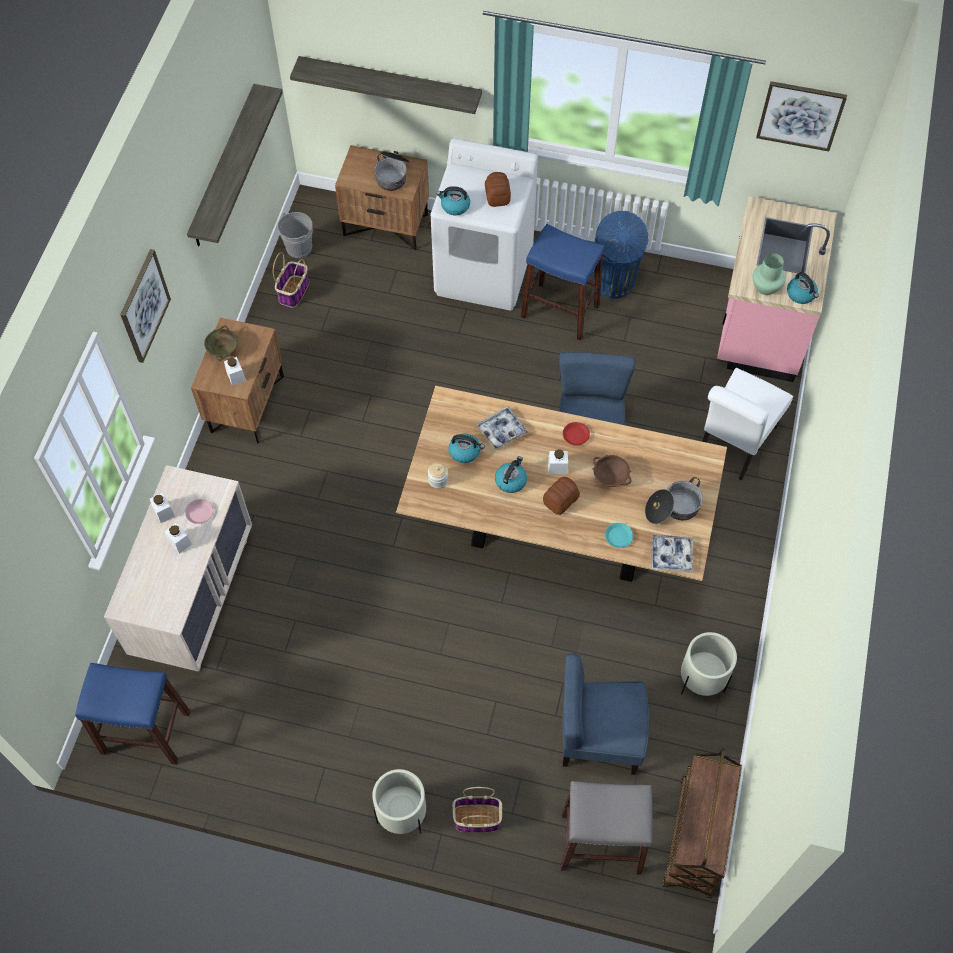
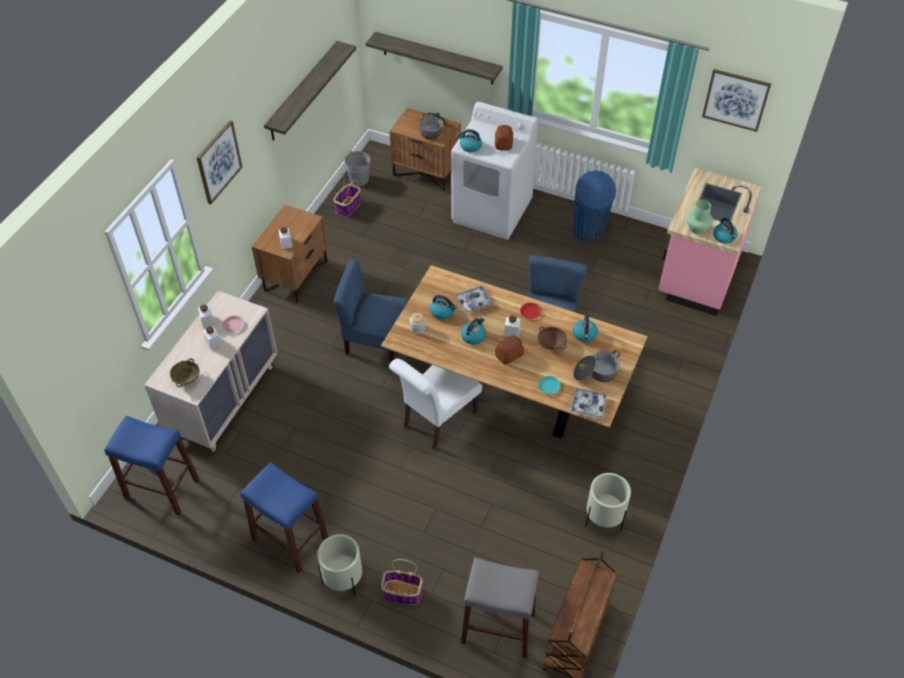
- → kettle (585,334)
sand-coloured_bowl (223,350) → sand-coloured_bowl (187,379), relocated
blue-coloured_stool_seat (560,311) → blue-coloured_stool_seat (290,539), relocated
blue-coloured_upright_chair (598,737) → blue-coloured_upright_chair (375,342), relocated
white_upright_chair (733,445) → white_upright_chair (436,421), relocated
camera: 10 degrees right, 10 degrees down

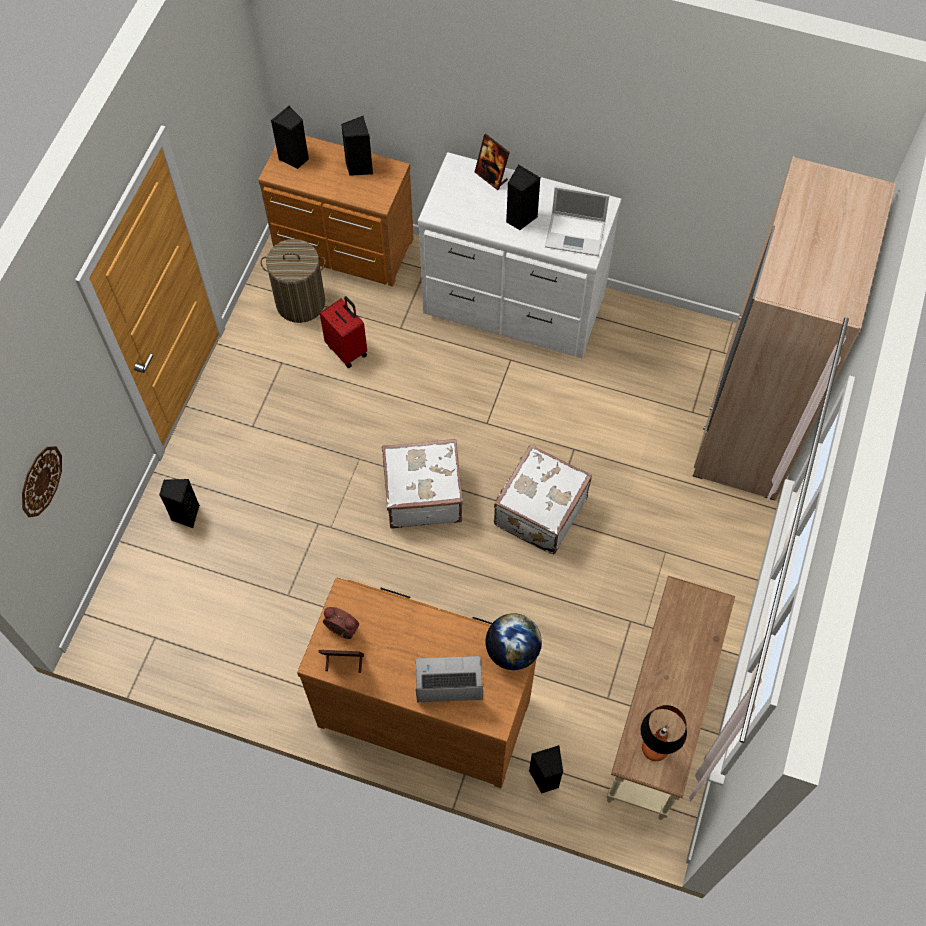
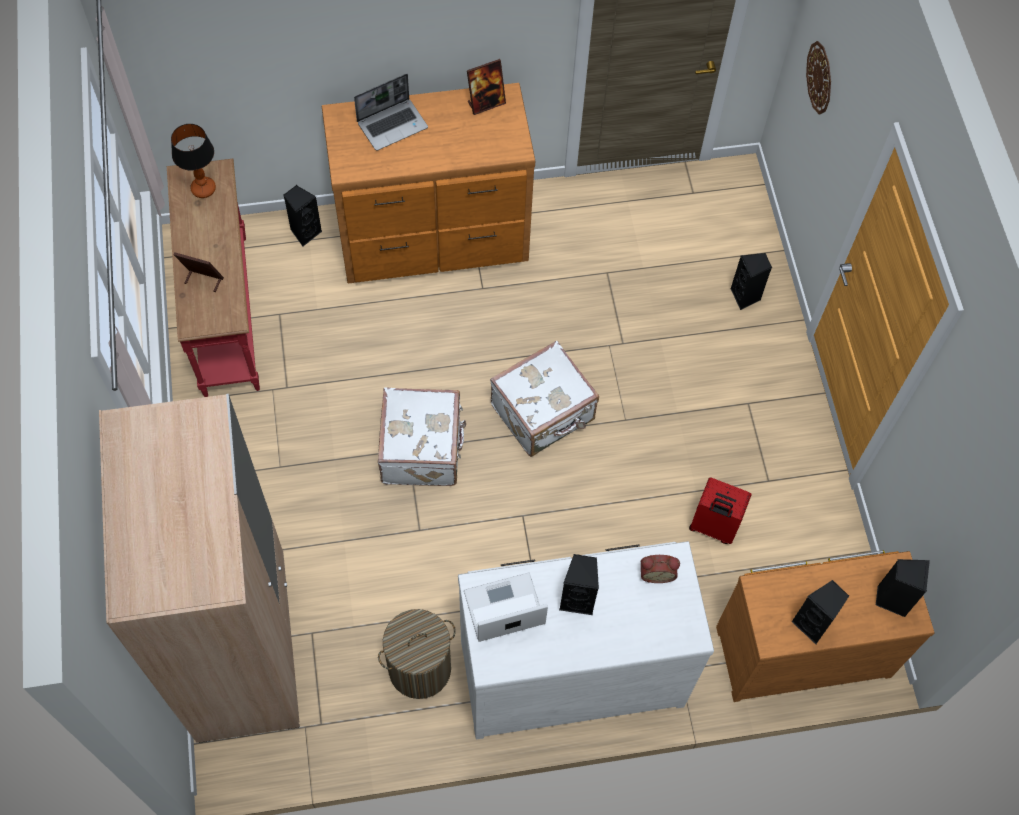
globe (512,650) → -
washing_basket (300,302) → washing_basket (419,668), relocated
bedside_clock (341,630) → bedside_clock (656,572), relocated
photo_frame (491,177) → photo_frame (203,280), relocated
sand-coloured_narrow_table (656,721) → red_narrow_table (227,314)
camera: 150 degrees right, 0 degrees up

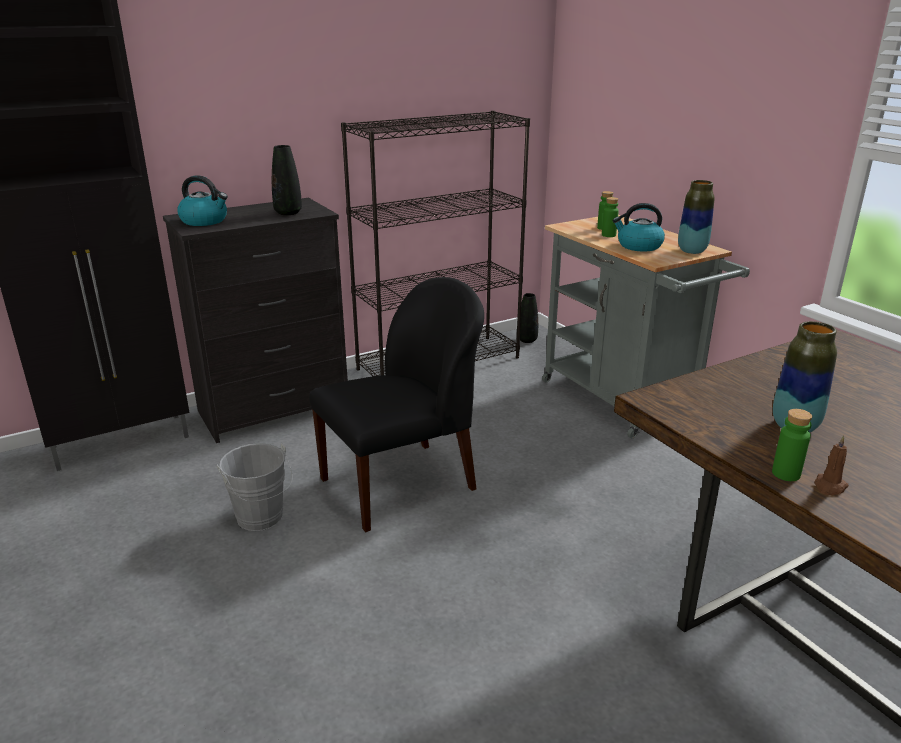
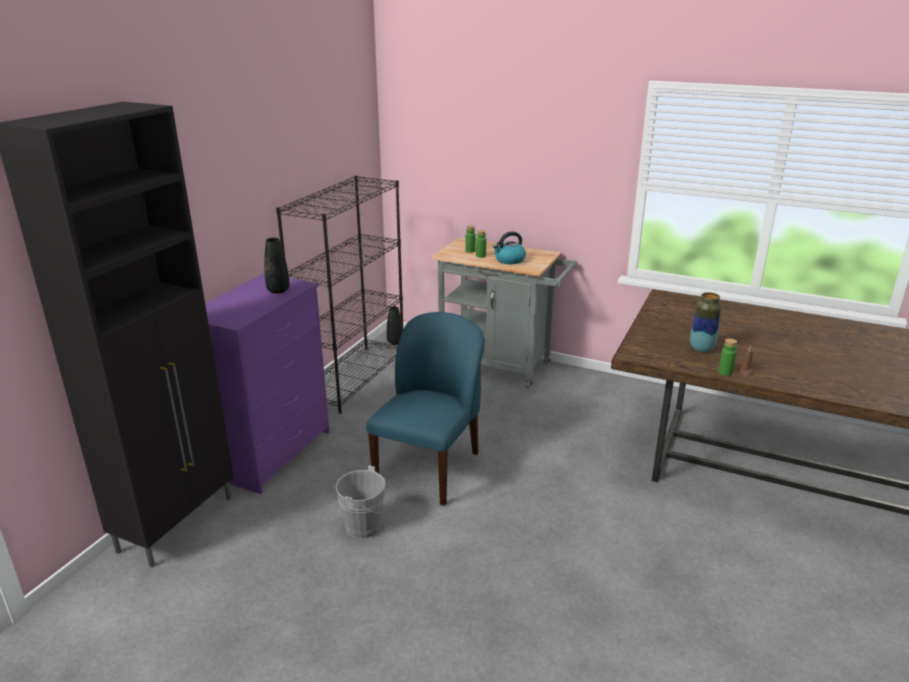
kettle (205,221) → -
decorative_vase (692,251) → -
black_chest_of_drawers (275,409) → purple-coloured_chest_of_drawers (274,453)
black_upright_chair (401,484) → blue-coloured_upright_chair (429,468)
camera: 35 degrees left, 0 degrees up

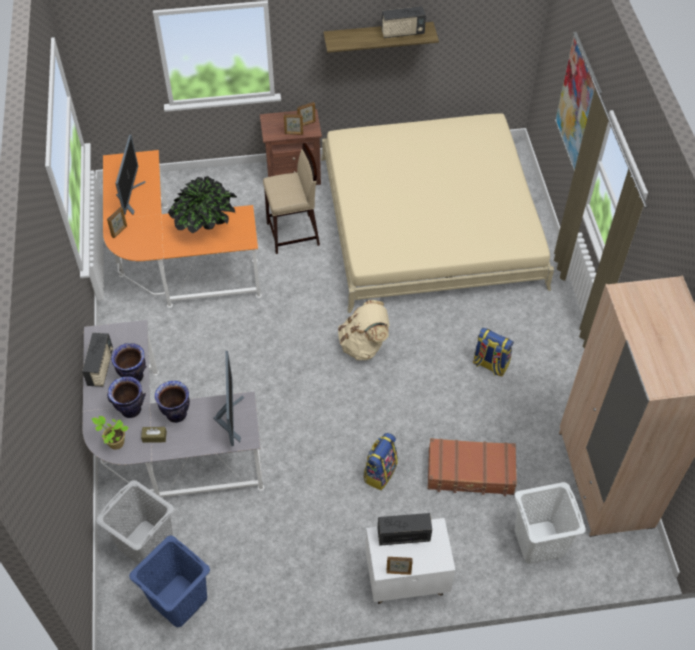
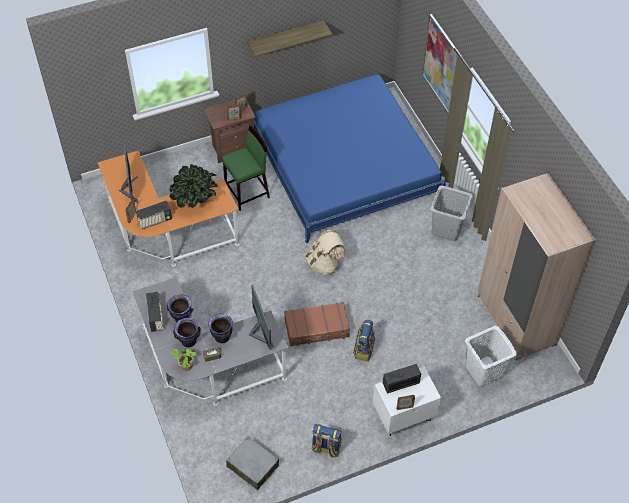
grey_washing_basket (146,543) → grey_washing_basket (446,229), relocated
radio (402,33) → radio (155,221), relocated
brown-coloured_piece_of_luggage (470,472) → brown-coloured_piece_of_luggage (317,328), relocated
rucksack (490,364) → rucksack (326,448), relocated
blue-coloured_washing_basket (178,600) → grey_piece_of_luggage (252,466)
sand-coloured_stool_seat (293,234) → green_stool_seat (247,193)
sand-coloured_bed (430,221) → blue-coloured_bed (344,164)
camera: 15 degrees left, 0 degrees up

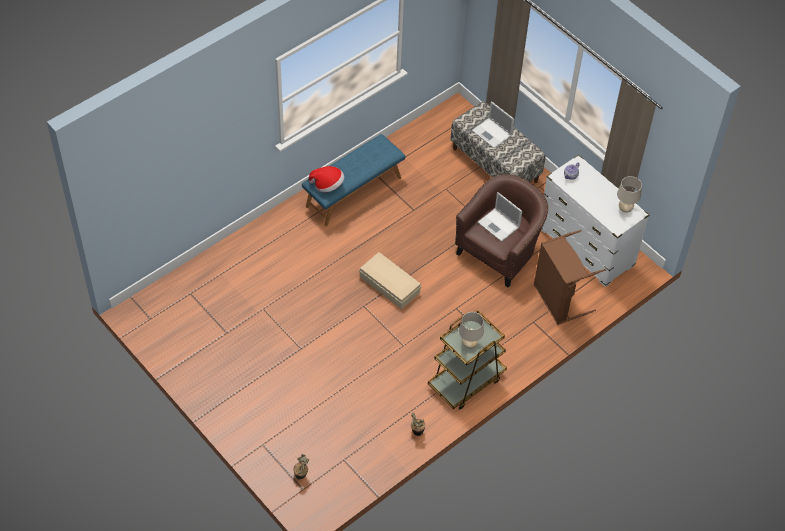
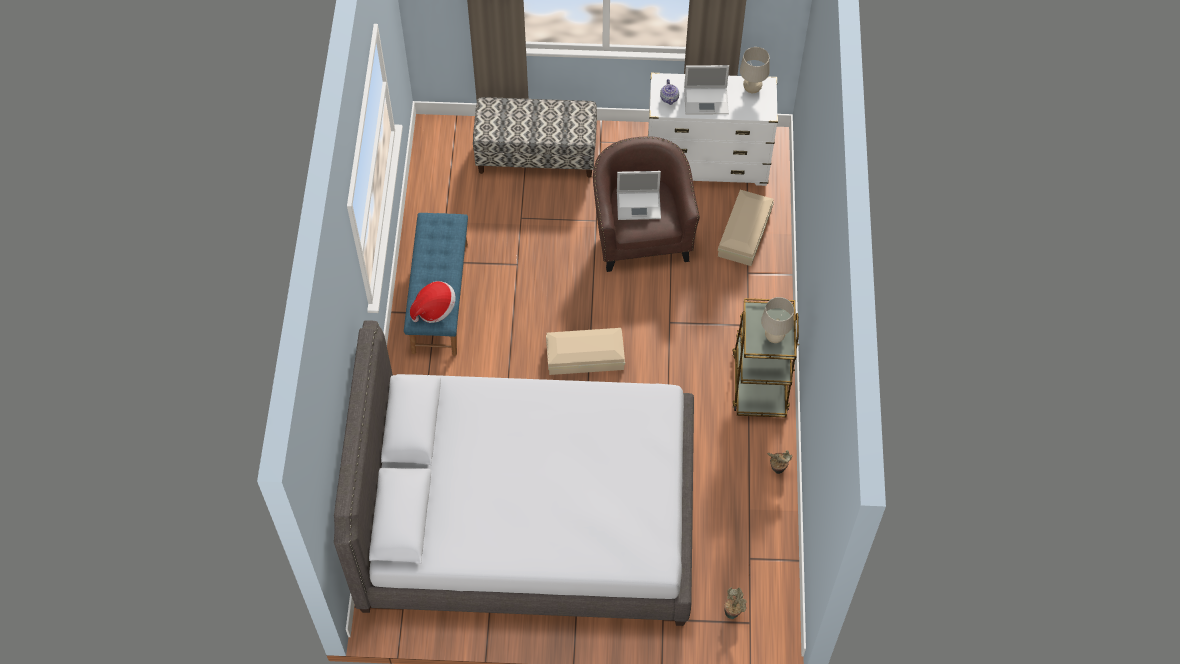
- → grey_bed (528,517)
portable_computer (492,133) → portable_computer (707,100), relocated
brown-coloured_washing_basket (558,300) → sand-coloured_storage_box (743,234)
camera: 45 degrees left, 5 degrees up

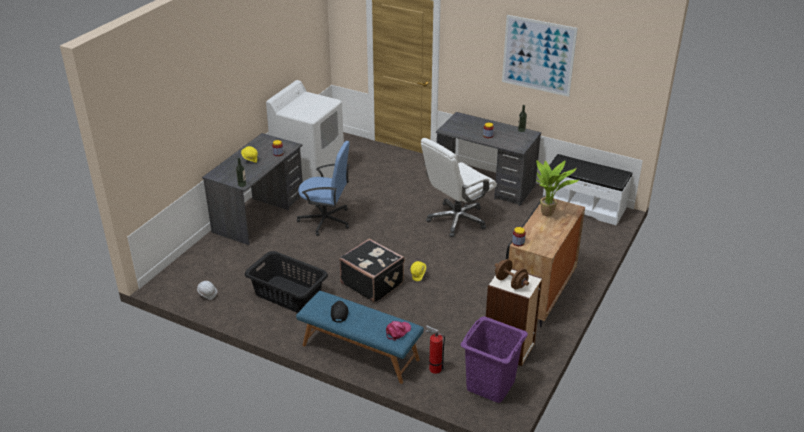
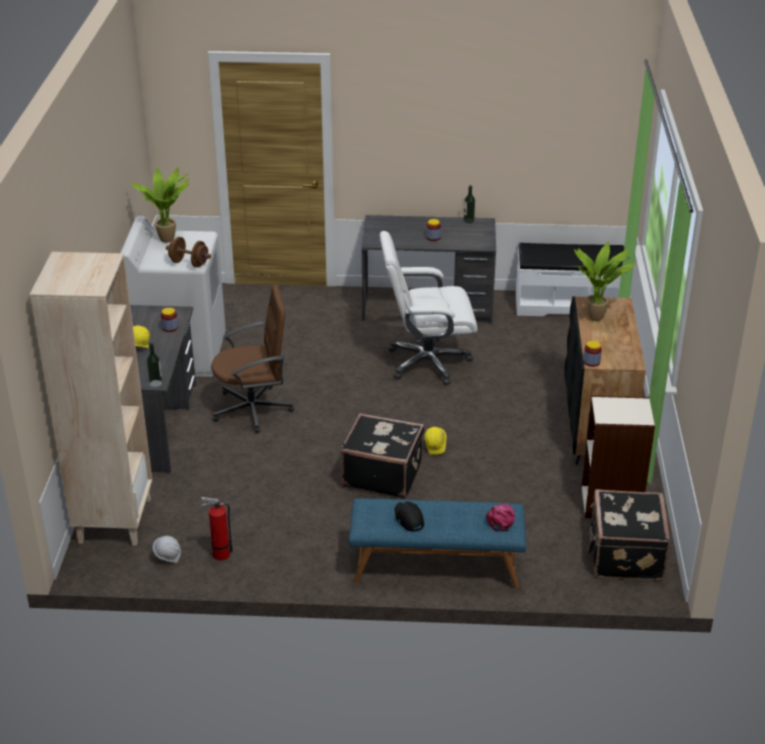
black_washing_basket (288,295) → -
wall_art (538,55) → -
- → sand-coloured_bookshelf (114,520)
- → plant_in_a_pot (168,238)
fire_extinguisher (433,368) → fire_extinguisher (219,555), relocated
brown-coloured_free_weight (510,283) → brown-coloured_free_weight (189,263), relocated
purple-coloured_washing_basket (490,385) → black_piece_of_luggage (624,555)
blue-coloured_office_chair (326,220) → brown-coloured_office_chair (253,409)
white_office_chair (456,220) → white_office_chair (427,362), 60 degrees clockwise
camera: 25 degrees left, 0 degrees up

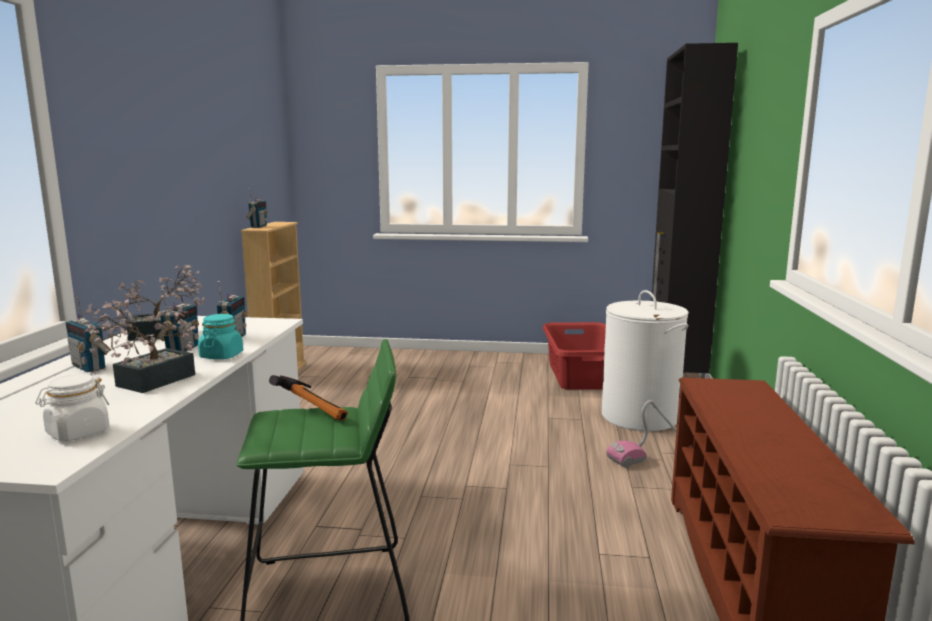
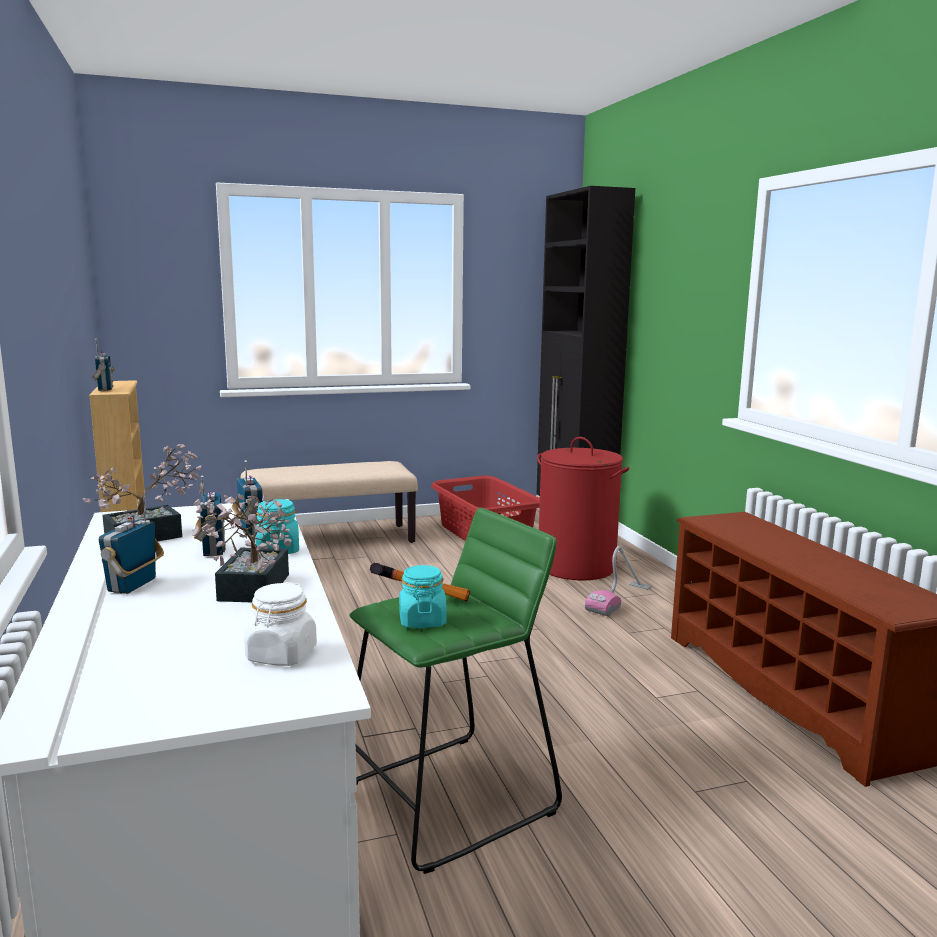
- → sand-coloured_long_seat (330,540)
- → turquoise-coloured_preserve_jar (422,621)
white_washing_basket (640,416) → red_washing_basket (576,566)
radio (90,367) → radio (133,585), 90 degrees clockwise
camera: 25 degrees left, 0 degrees up

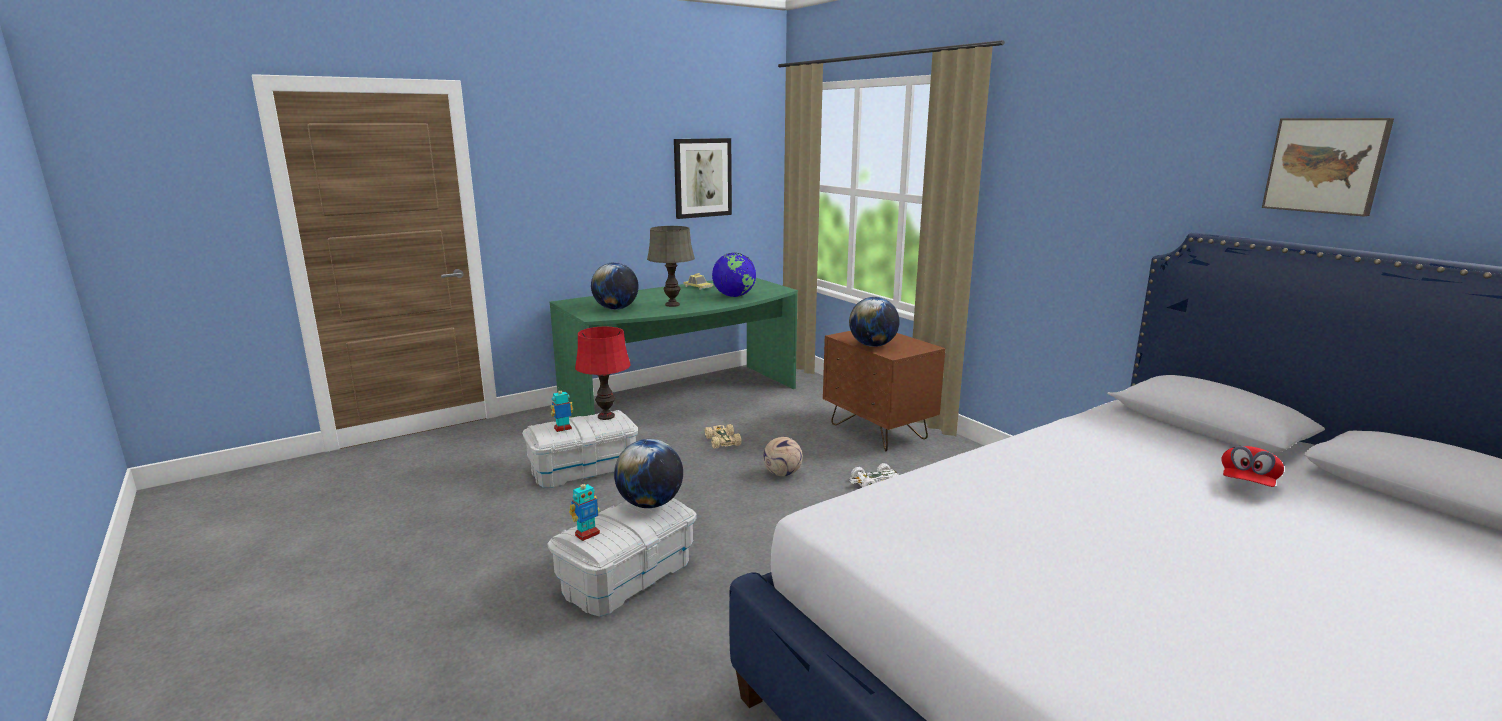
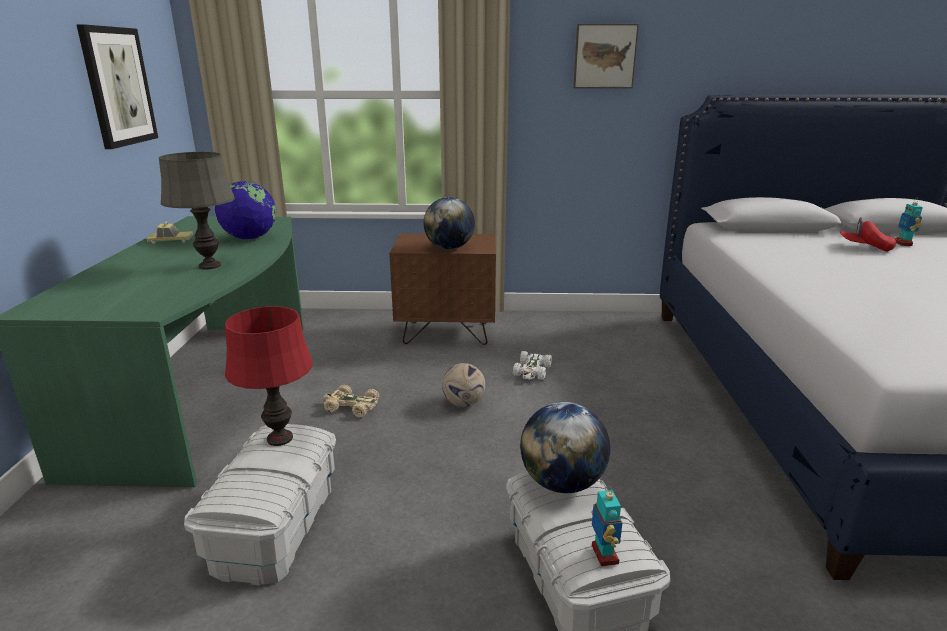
globe (616,309) → -
toy_robot (563,429) → toy_robot (903,243), relocated
wall_art (1326,165) → wall_art (604,56), relocated
red_cap (1247,484) → red_cap (864,247), 135 degrees clockwise
camera: 55 degrees left, 5 degrees up

